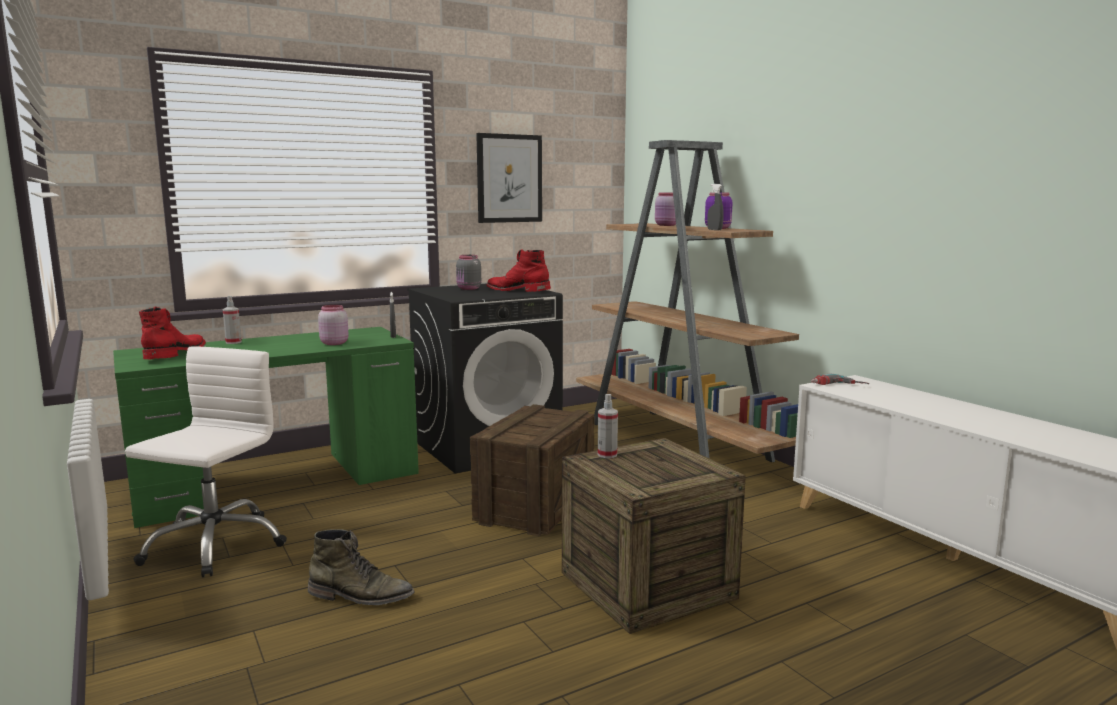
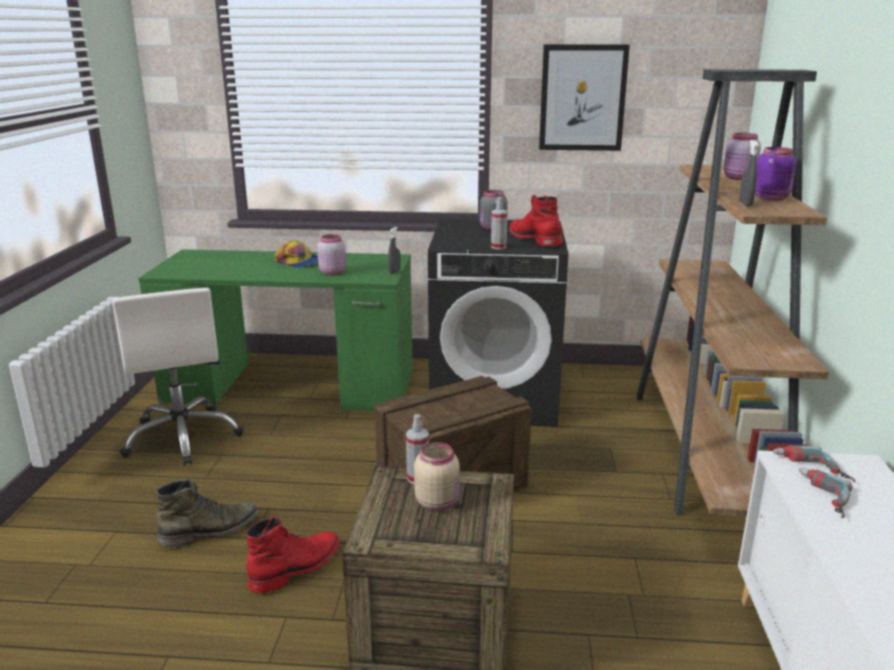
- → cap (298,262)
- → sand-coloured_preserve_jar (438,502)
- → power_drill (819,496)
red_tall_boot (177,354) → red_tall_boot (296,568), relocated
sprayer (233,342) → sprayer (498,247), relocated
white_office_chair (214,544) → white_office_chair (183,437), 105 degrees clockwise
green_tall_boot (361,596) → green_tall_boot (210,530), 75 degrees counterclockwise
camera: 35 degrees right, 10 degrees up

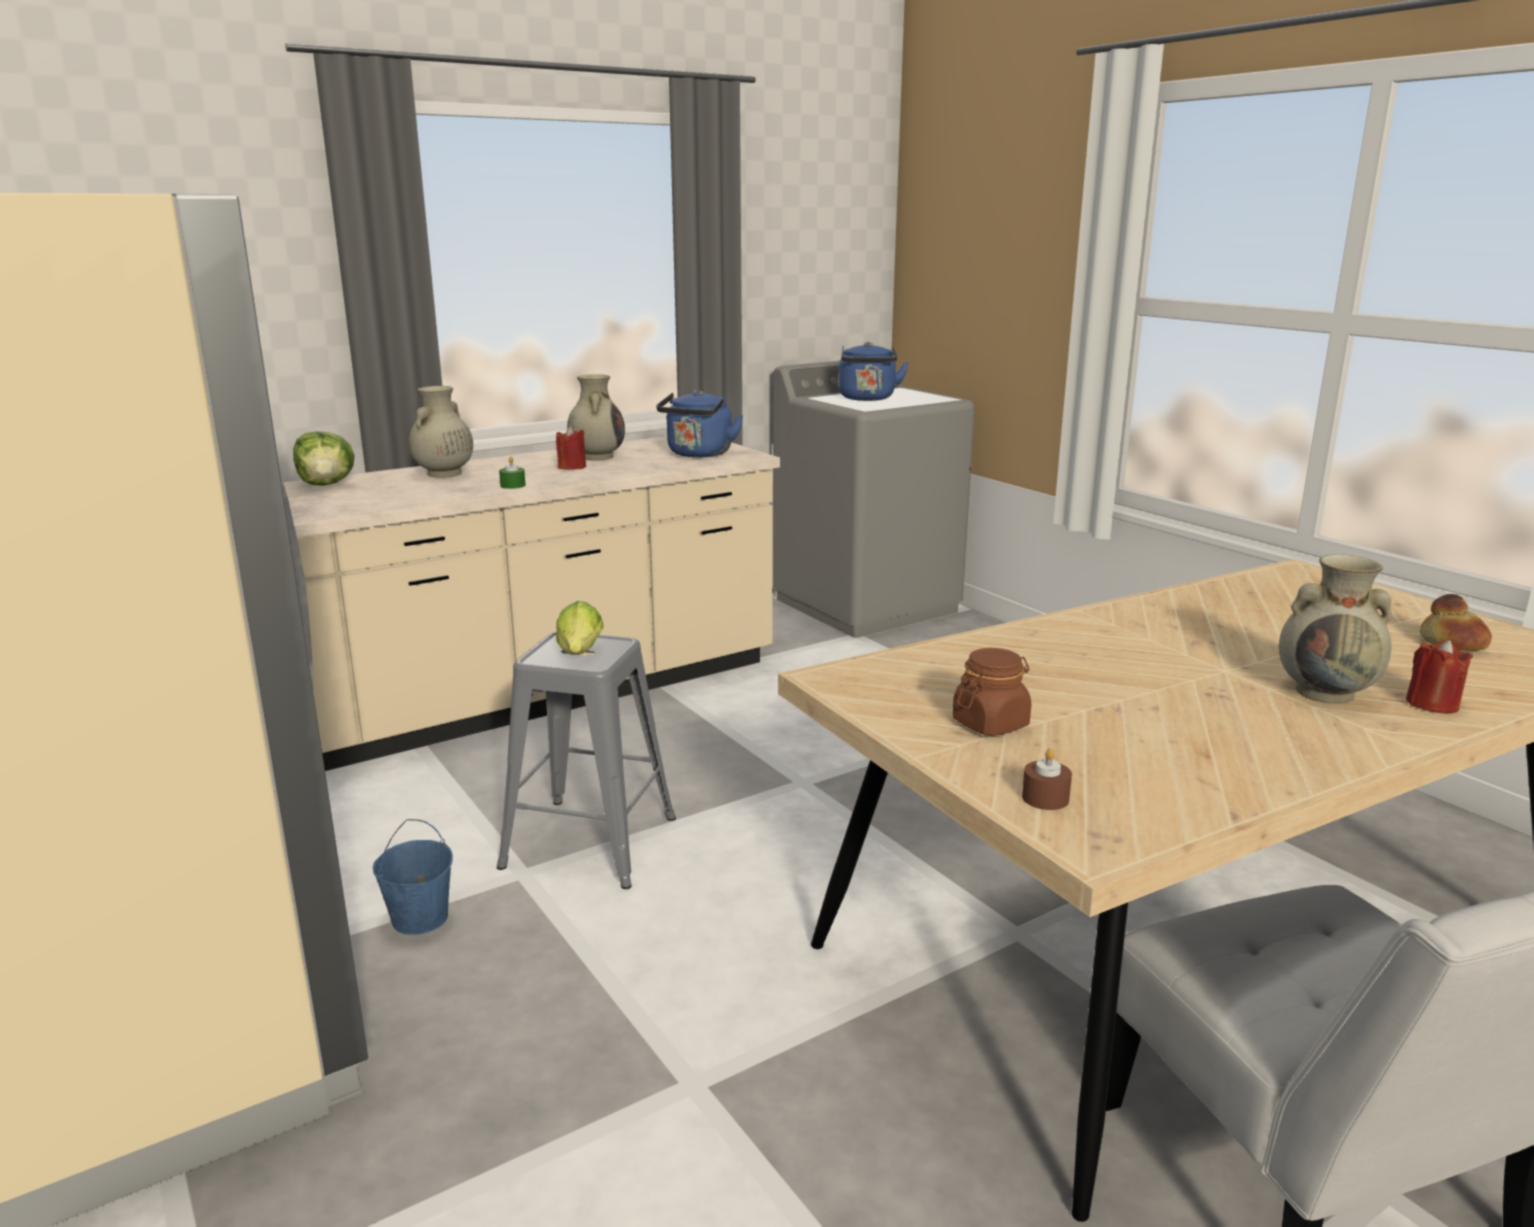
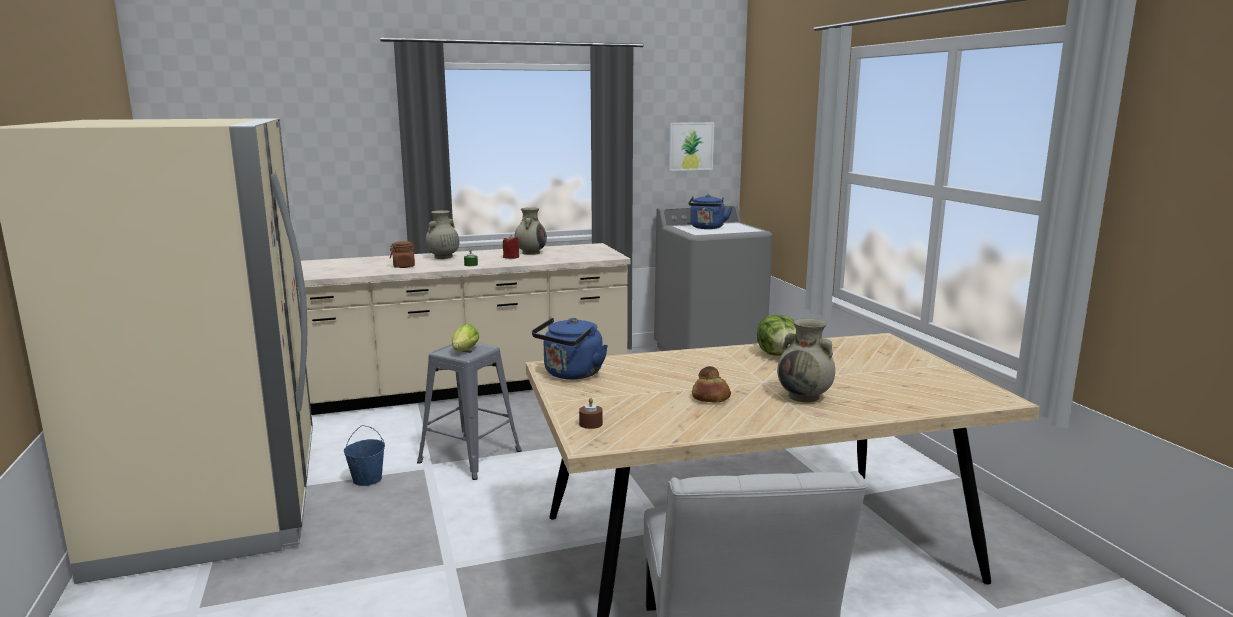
red_candle (1432,704) → -
- → wall_art (690,146)
lettuce_head (327,485) → lettuce_head (778,354), relocated
blue-coloured_kettle (698,454) → blue-coloured_kettle (571,374), relocated
brown-coloured_preserve_jar (990,724) → brown-coloured_preserve_jar (404,266), relocated
bread (1451,644) → bread (710,398), relocated
camera: 15 degrees right, 5 degrees down

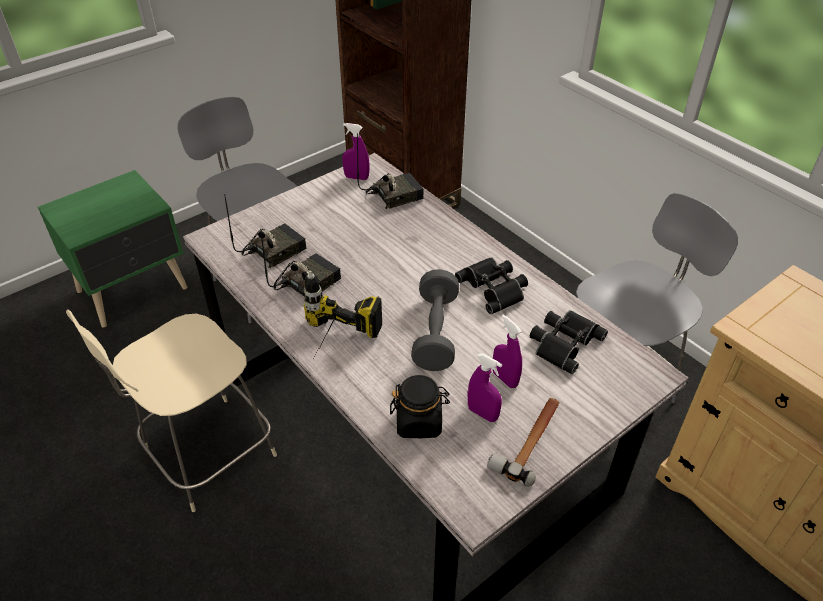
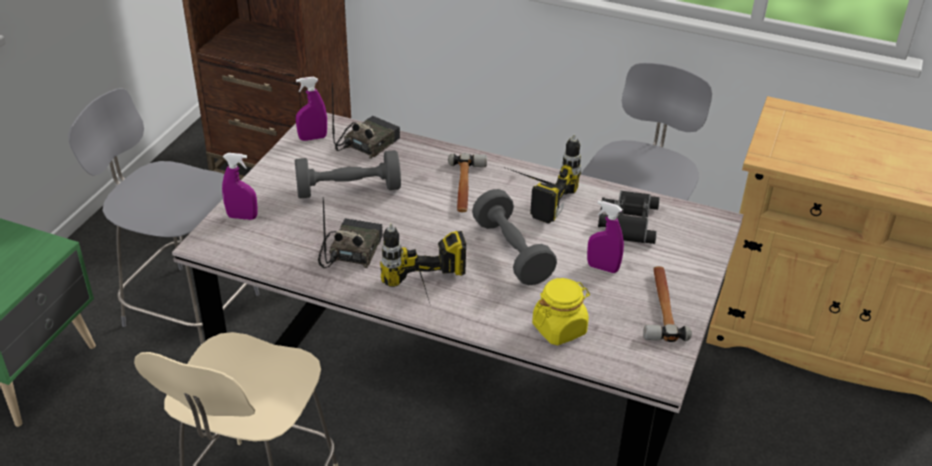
radio (274,250) → -
- → grey_free_weight (348,190)
- → tool_hammer (466,188)
purple-coloured_sprayer (482,413) → purple-coloured_sprayer (242,217), relocated
black_pair_of_binoculars (495,288) → power_drill (533,196)
black_preserve_jar (419,422) → yellowish_preserve_jar (559,328)
camera: 30 degrees left, 5 degrees down

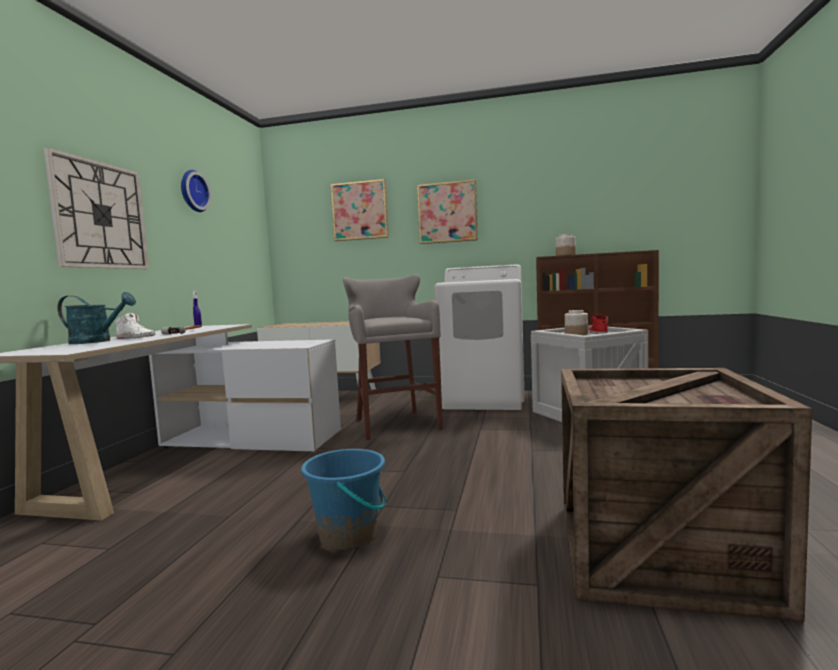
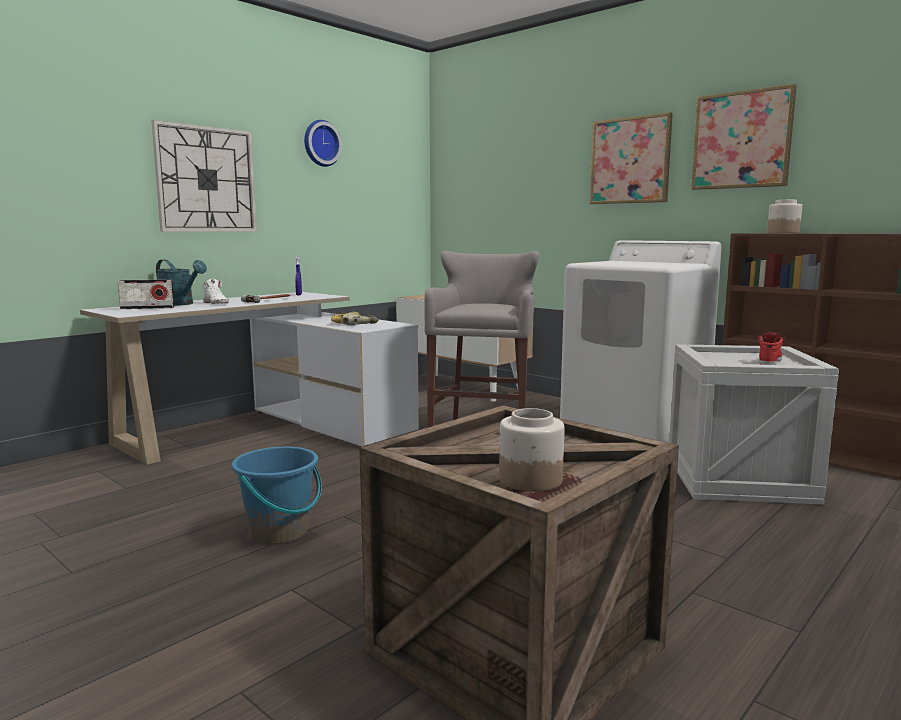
- → radio (147,308)
- → power_drill (355,324)
wall_art (360,211) → wall_art (742,140), relocated
preserve_jar (576,334) → preserve_jar (529,480), relocated
camera: 30 degrees right, 5 degrees up

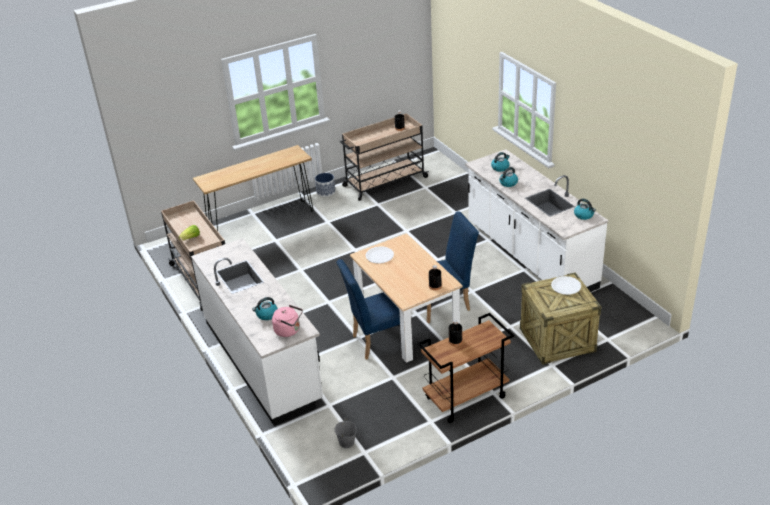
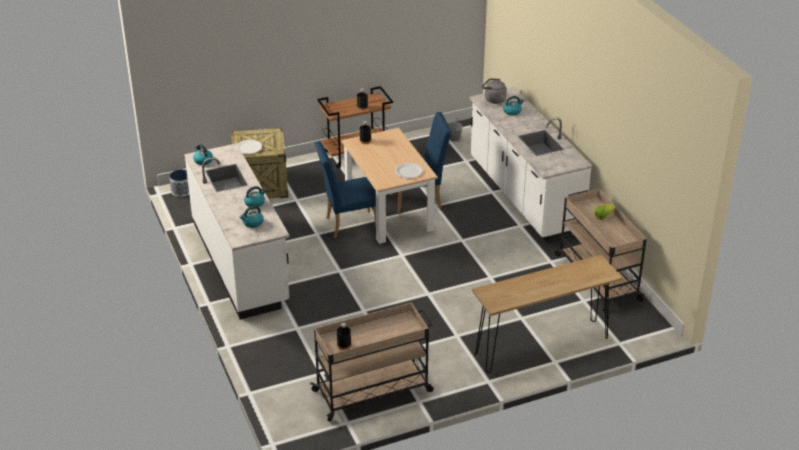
planter (326,192) → planter (182,191), relocated
pinkish_kettle (289,330) → grey_kettle (493,99)
camera: 175 degrees left, 0 degrees up

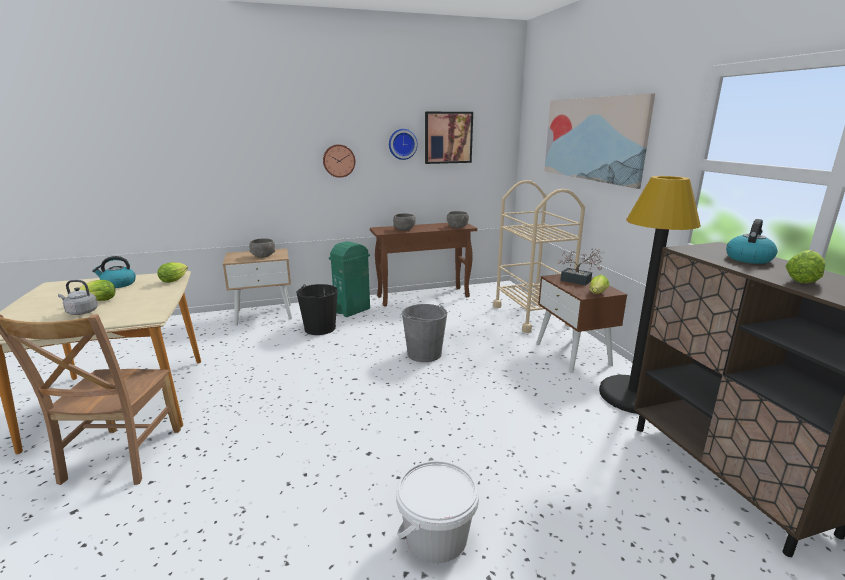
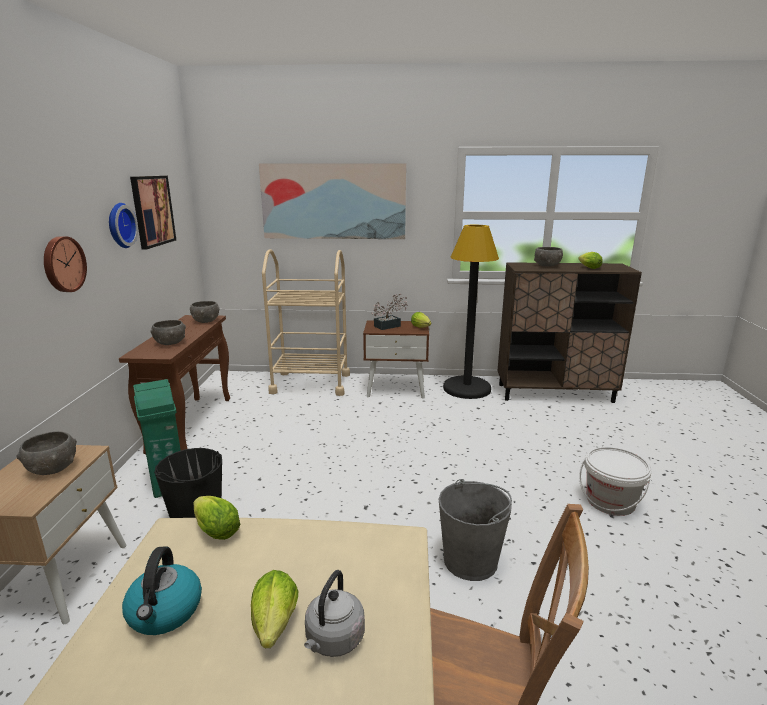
grey_pail (424,354) → grey_pail (471,560), relocated
kettle (748,258) → grey_bowl (547,266)
camera: 70 degrees left, 0 degrees up

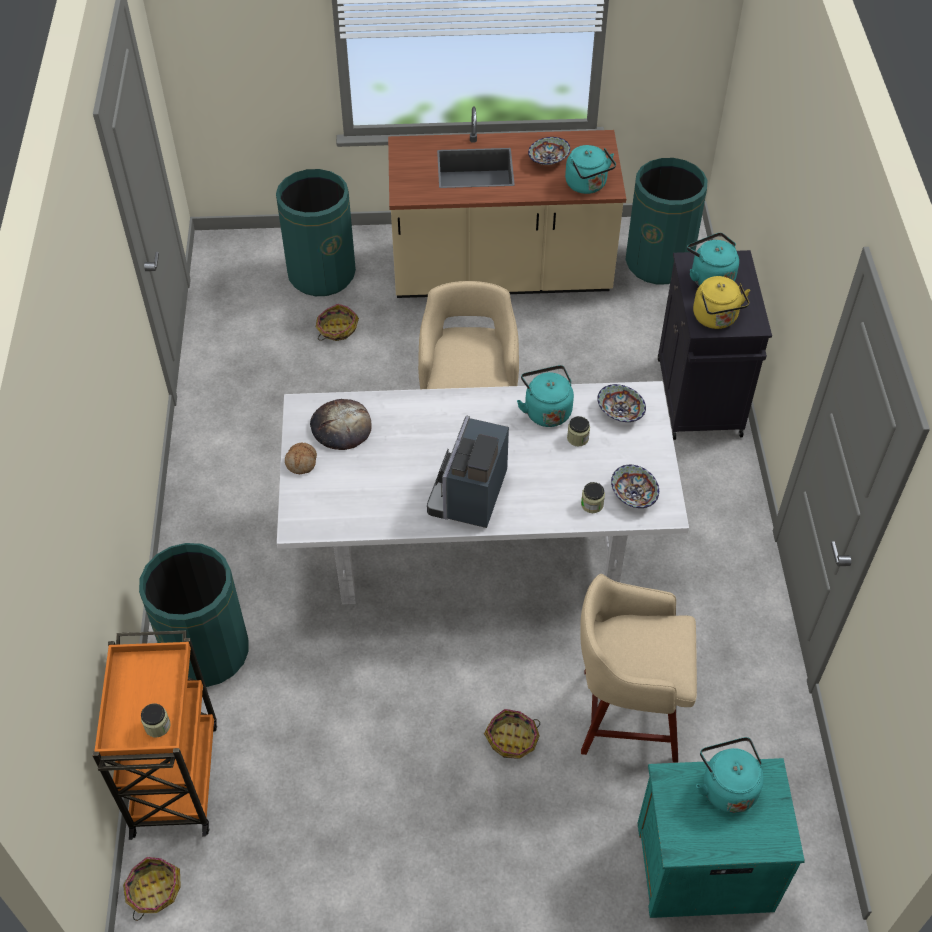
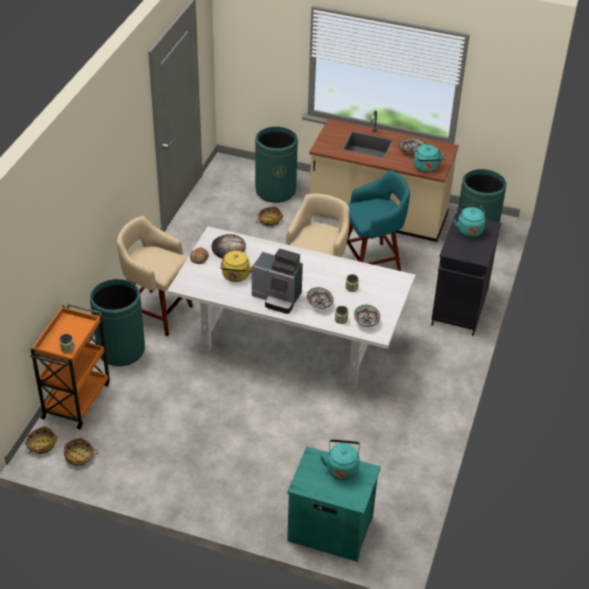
turquoise-coloured_kettle (546,410) → -
- → turquoise-coloured_stool_seat (372,262)
basket (512,739) → basket (79,456), relocated
sand-coloured_stool_seat (625,714) → sand-coloured_stool_seat (157,312), relocated
bowl (620,412) → bowl (320,304), relocated
yellowish_kettle (716,318) → yellowish_kettle (236,276), relocated
coffee_maker (469,496) → coffee_maker (277,297), 105 degrees counterclockwise
camera: 20 degrees right, 10 degrees down

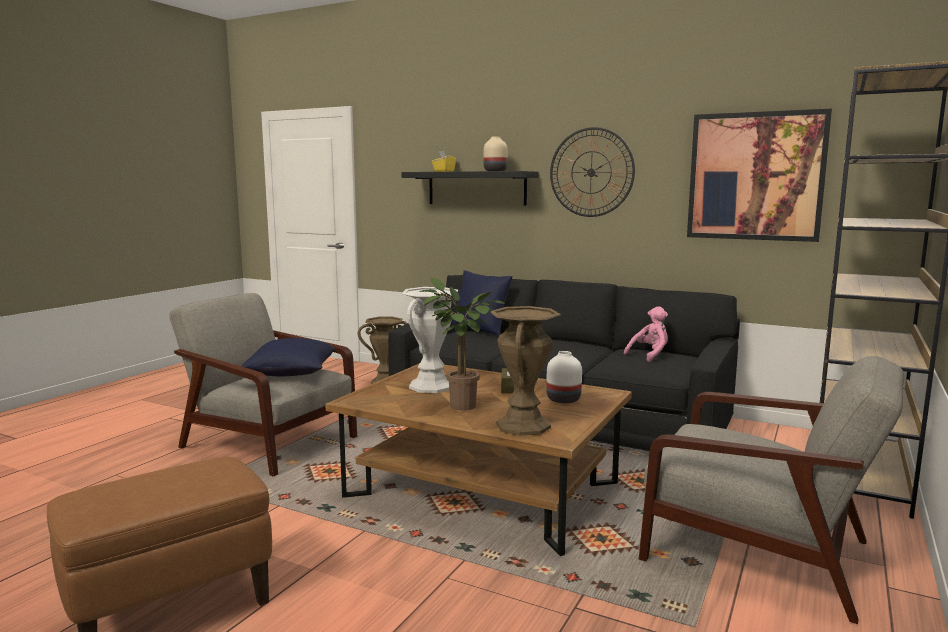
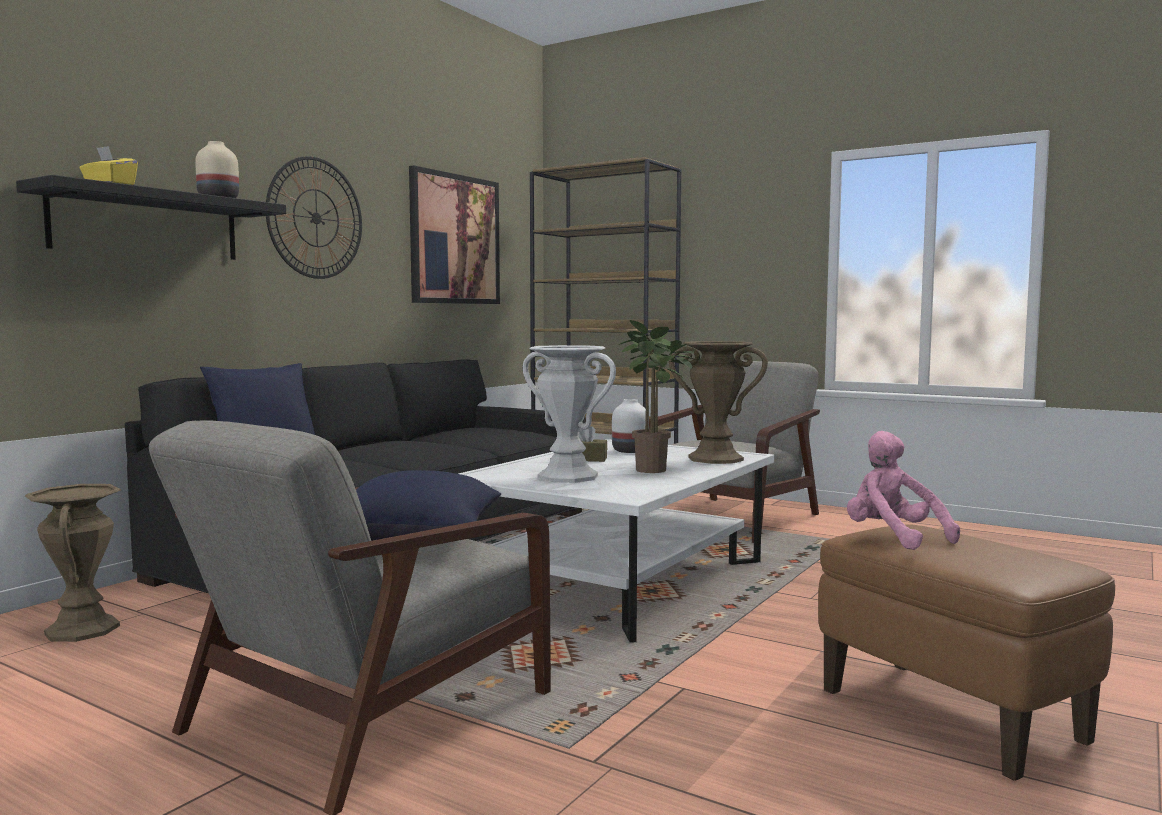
pinkish_soft_toy (649,355) → pinkish_soft_toy (892,538), relocated
brown-coloured_coffee_table (482,490) → white_coffee_table (618,581)
camera: 85 degrees left, 5 degrees down

